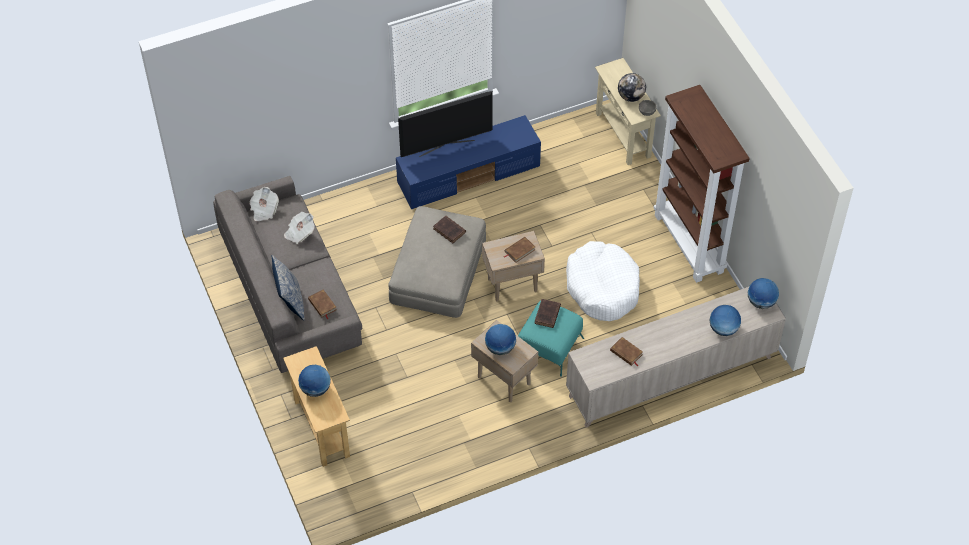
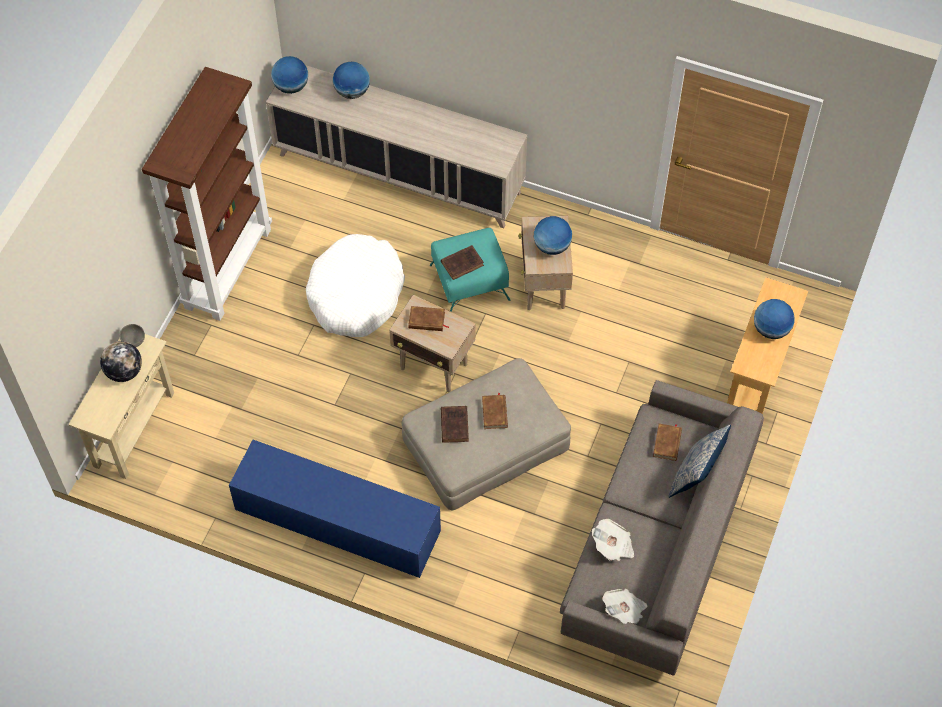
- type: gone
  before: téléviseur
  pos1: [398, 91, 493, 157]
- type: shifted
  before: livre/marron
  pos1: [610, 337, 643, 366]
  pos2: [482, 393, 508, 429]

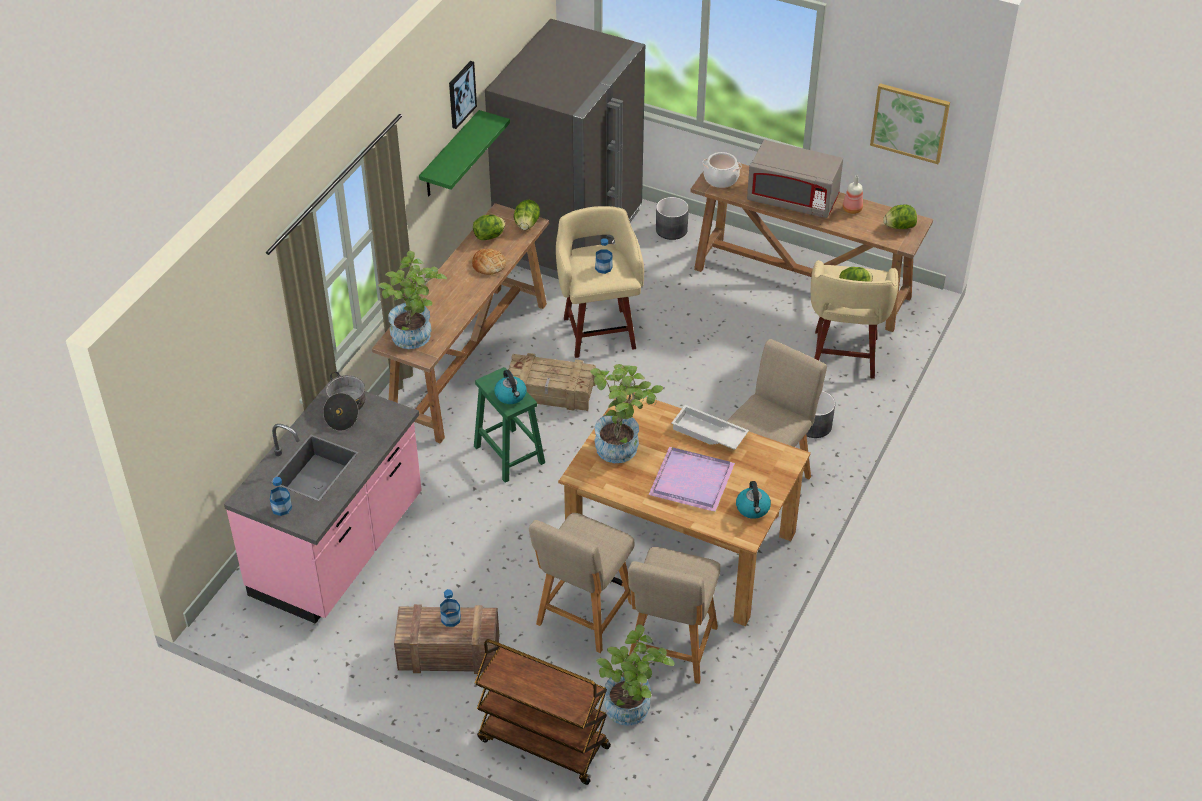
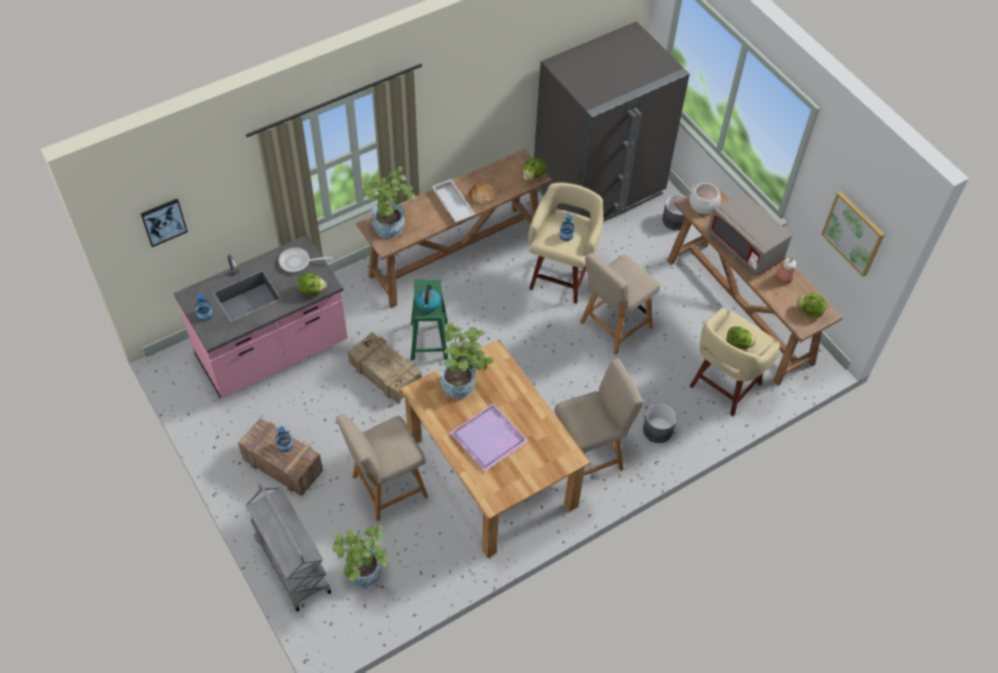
- type: shifted
  before: tableau
  pos1: [449, 61, 477, 129]
  pos2: [141, 199, 188, 247]
- type: gone
  before: étagère/vert
  pos1: [419, 110, 510, 196]
- type: shifted
  before: laitue
  pos1: [473, 215, 505, 240]
  pos2: [297, 273, 327, 295]
- type: shifted
  before: caisse
  pos1: [508, 353, 596, 411]
  pos2: [348, 332, 422, 404]
- type: swapped
  before: marmite
  after: poêle
  pos1: [323, 372, 365, 431]
  pos2: [279, 247, 333, 273]
- type: shifted
  before: plateau/blanc
  pos1: [671, 405, 749, 450]
  pos2: [432, 179, 475, 222]
- type: gone
  before: bouilloire
  pos1: [736, 481, 771, 519]
- type: shifted
  before: chaise/beige
  pos1: [628, 547, 720, 684]
  pos2: [580, 253, 660, 355]
- type: repainted
  before: chariot/marron
  after: chariot/gris
  pos1: [475, 639, 611, 785]
  pos2: [245, 482, 332, 612]

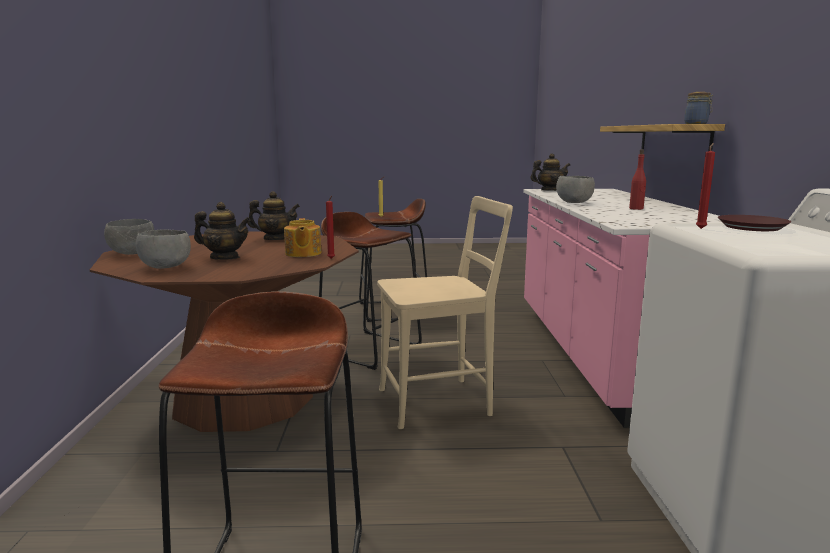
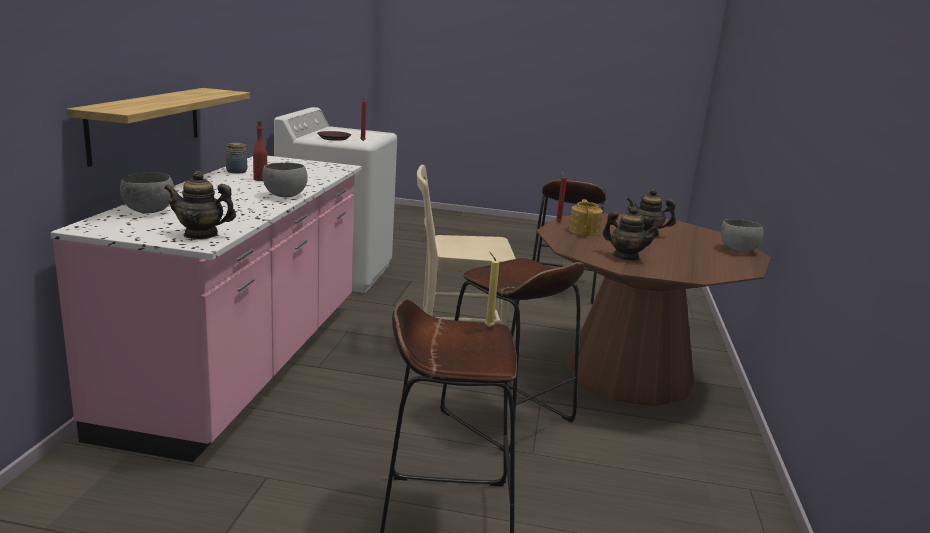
- type: shifted
  before: bocal
  pos1: [684, 92, 713, 124]
  pos2: [226, 143, 247, 173]
- type: rotated
  before: théière
  pos1: [247, 191, 300, 240]
  pos2: [603, 207, 659, 260]
  turn: -150
- type: shifted
  before: bol/gris
  pos1: [136, 229, 191, 269]
  pos2: [120, 173, 174, 213]

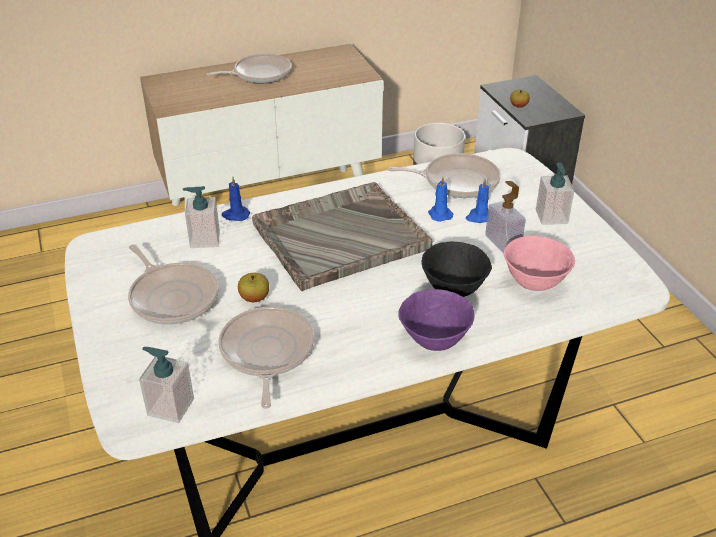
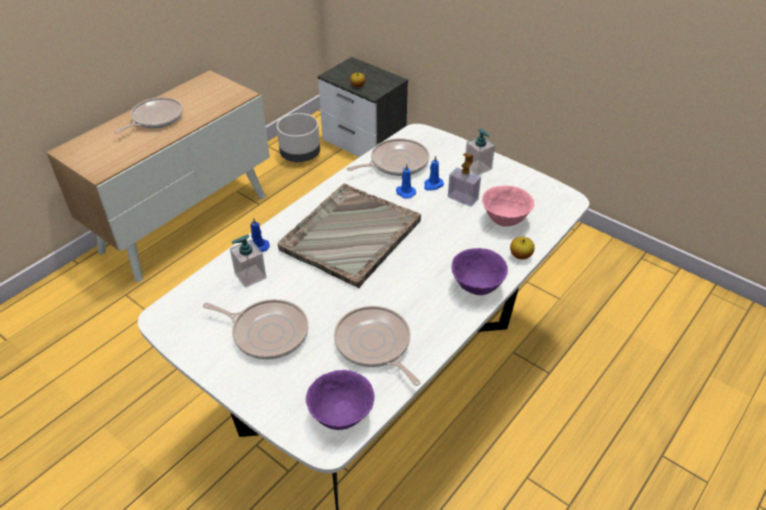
- type: gone
  before: bol/noir
  pos1: [421, 242, 492, 297]
- type: shifted
  before: pomme
  pos1: [238, 273, 269, 302]
  pos2: [510, 237, 535, 259]
- type: swapped
  before: distributeur de savon
  after: bol/violet
  pos1: [139, 347, 194, 423]
  pos2: [306, 370, 375, 430]

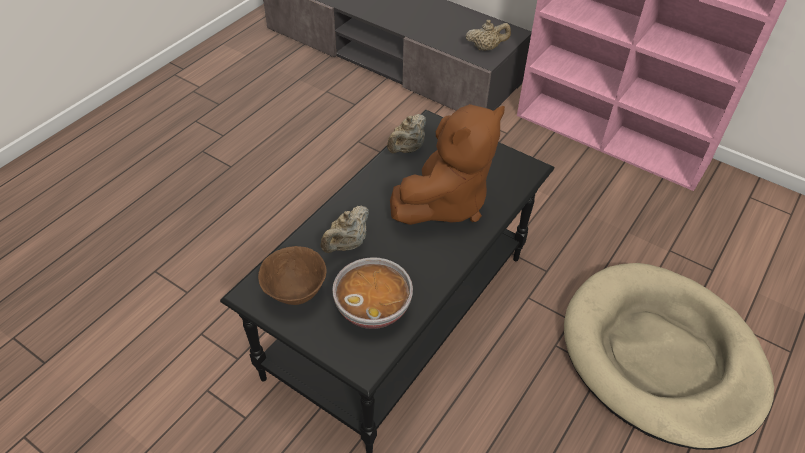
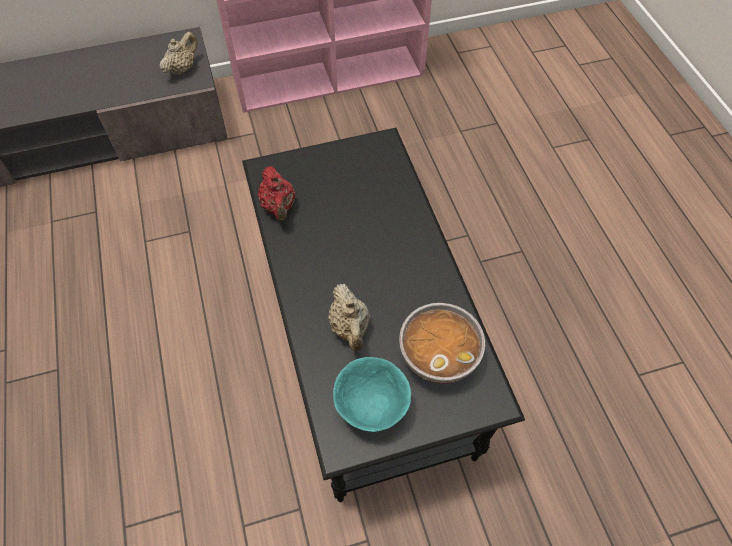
- type: gone
  before: peluche/marron
  pos1: [390, 104, 505, 225]
- type: repainted
  before: théière/beige
  after: théière/rouge
  pos1: [387, 114, 426, 154]
  pos2: [258, 166, 295, 221]
- type: repainted
  before: bol/marron
  after: bol/turquoise
  pos1: [258, 246, 326, 305]
  pos2: [333, 357, 411, 432]
- type: gone
  before: panier pour chien/beige
  pos1: [564, 263, 774, 450]

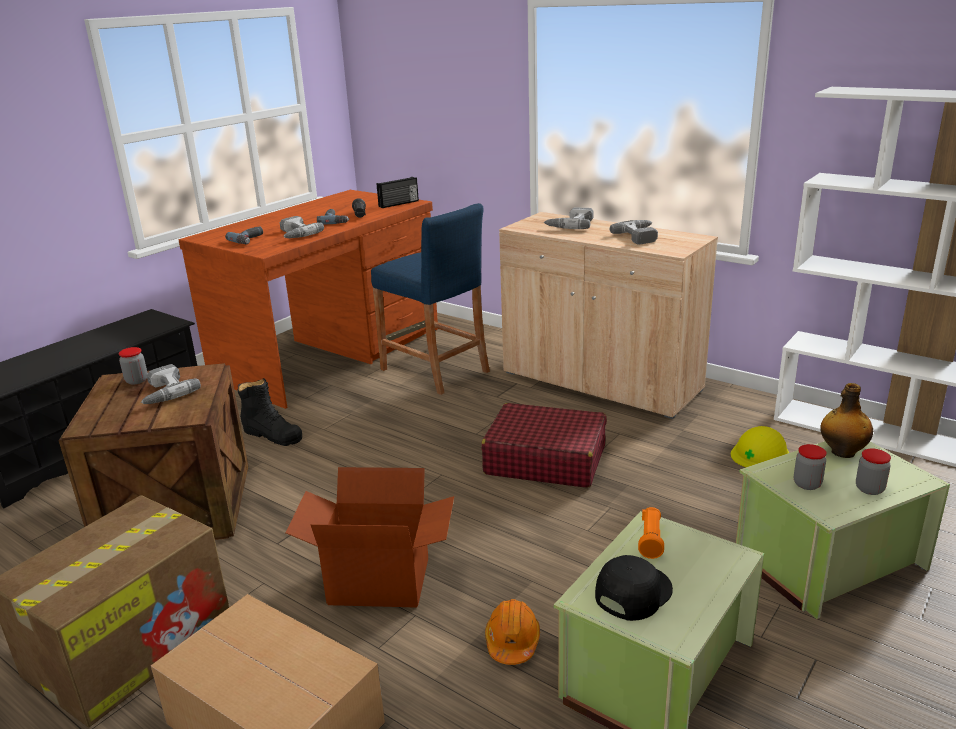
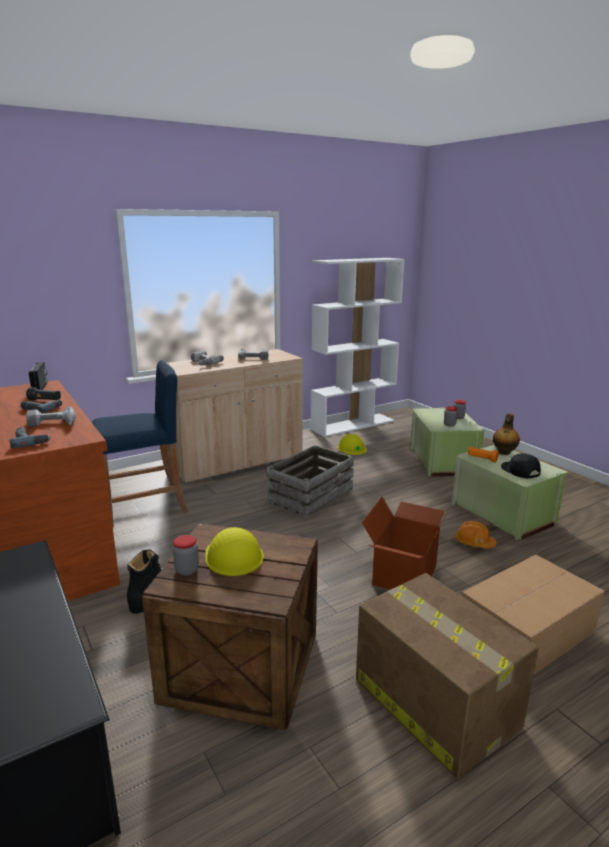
- type: swapped
  before: perceuse
  after: casque de chantier/jaune
  pos1: [141, 364, 201, 404]
  pos2: [205, 527, 264, 576]
- type: shifted
  before: bouteille
  pos1: [820, 383, 873, 458]
  pos2: [493, 413, 520, 455]
- type: swapped
  before: valise/rouge
  after: caisse
  pos1: [481, 403, 607, 488]
  pos2: [267, 445, 354, 520]

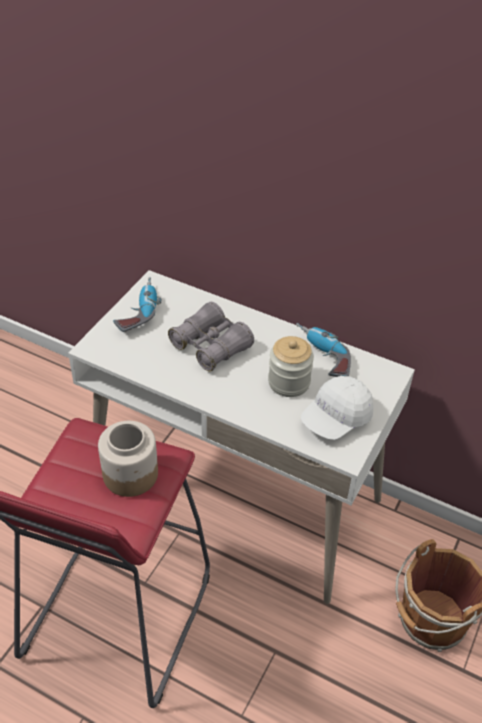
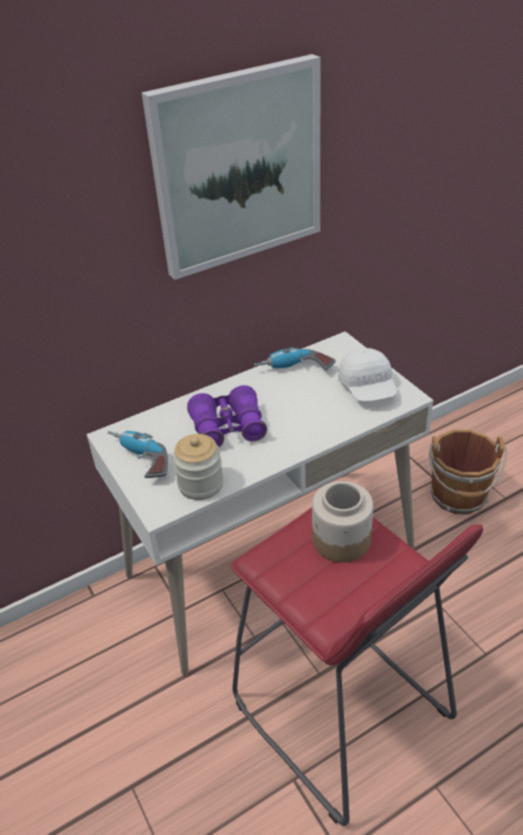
- type: repainted
  before: jumelles/gris
  after: jumelles/violet
  pos1: [168, 302, 254, 371]
  pos2: [187, 385, 267, 447]
- type: shifted
  before: bocal
  pos1: [268, 336, 314, 397]
  pos2: [173, 434, 223, 500]
- type: new
  after: tableau
  pos2: [142, 54, 320, 280]

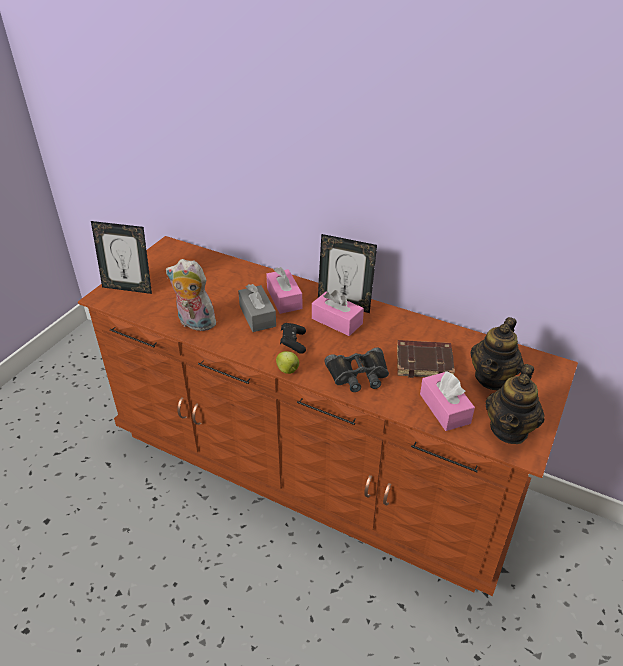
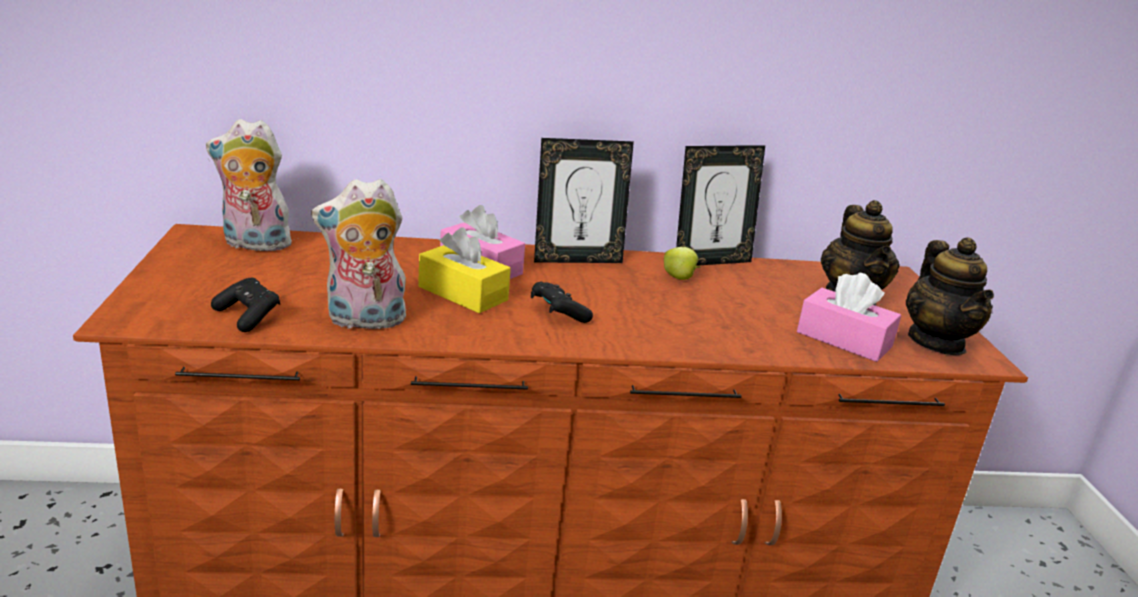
- type: shifted
  before: cadre photo
  pos1: [91, 221, 152, 294]
  pos2: [676, 145, 765, 266]
- type: repainted
  before: boîte à mouchoirs/gris
  after: boîte à mouchoirs/jaune
  pos1: [238, 284, 276, 332]
  pos2: [418, 228, 511, 313]
- type: gone
  before: boîte à mouchoirs/rose
  pos1: [312, 290, 364, 336]
- type: gone
  before: livre/marron
  pos1: [397, 340, 455, 378]
- type: gone
  before: jumelles/noir
  pos1: [324, 347, 389, 392]
- type: shifted
  before: pomme
  pos1: [276, 351, 299, 374]
  pos2: [664, 247, 701, 280]
- type: new
  after: peluche
  pos2: [206, 119, 292, 251]
- type: new
  after: manette/noir
  pos2: [211, 278, 280, 332]

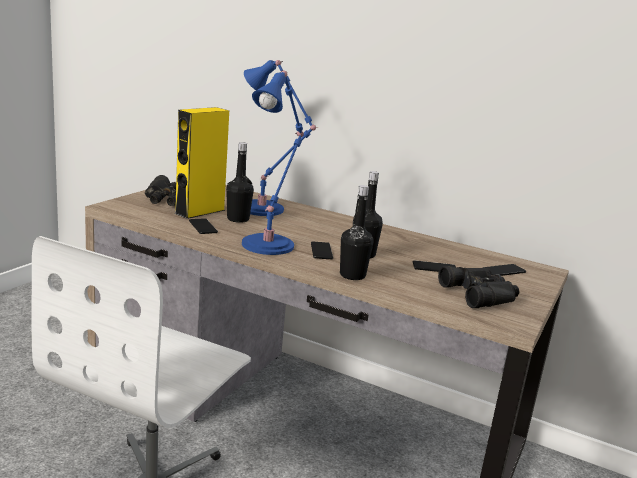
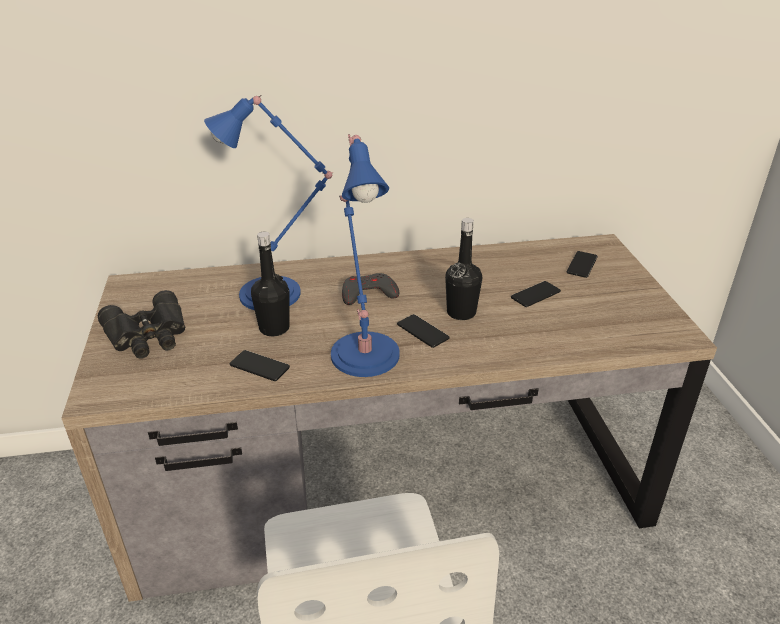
- type: gone
  before: enceinte/jaune
  pos1: [174, 107, 229, 219]
- type: gone
  before: bouteille/noir
  pos1: [340, 185, 373, 280]
- type: gone
  before: jumelles/noir
  pos1: [438, 266, 519, 308]
- type: new
  after: manette/gris
  pos2: [342, 273, 399, 305]

